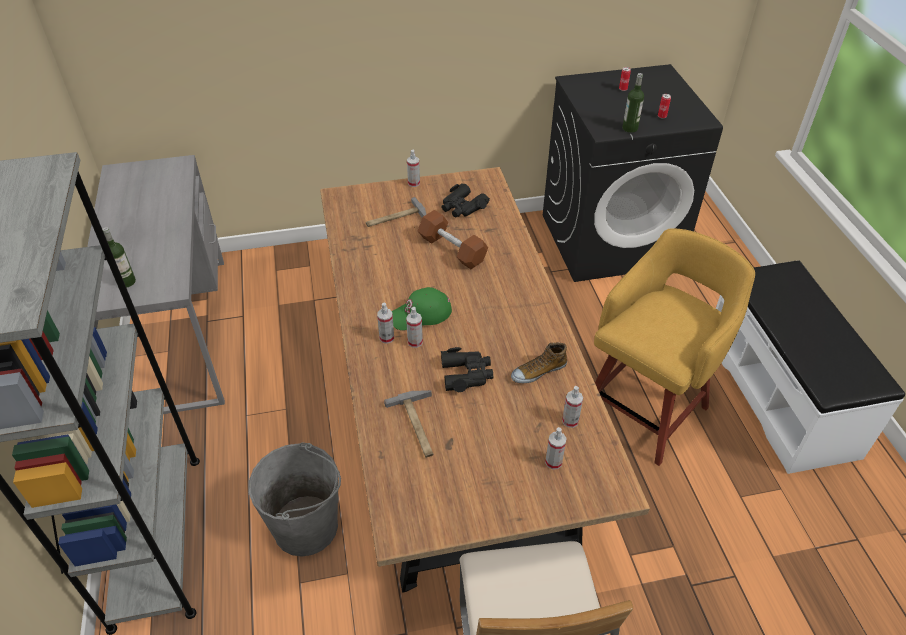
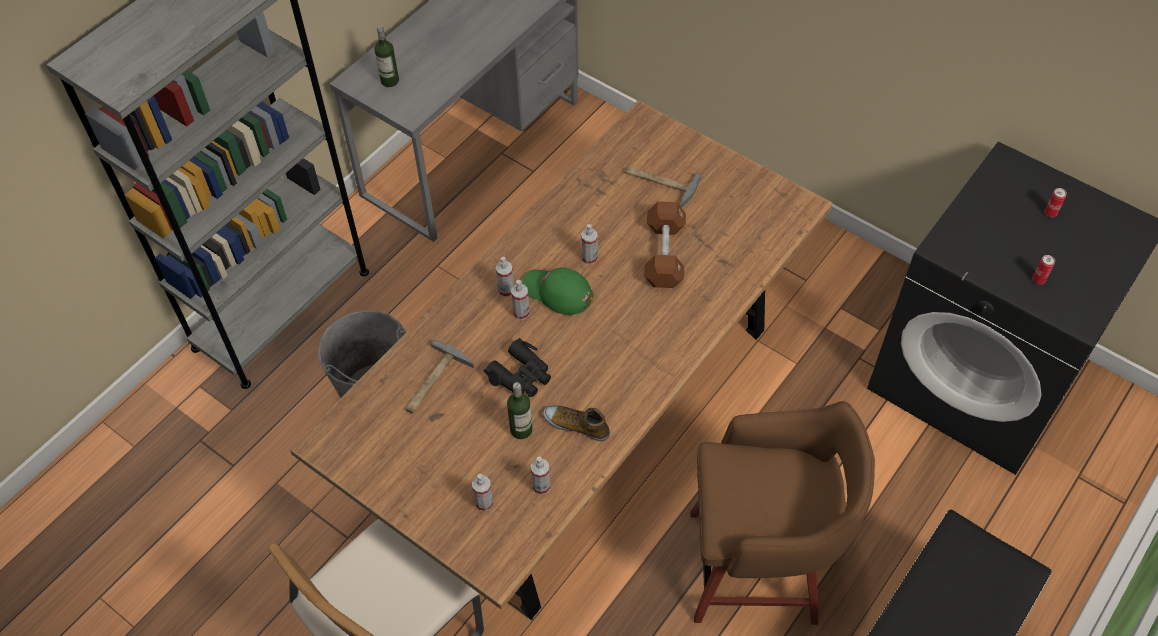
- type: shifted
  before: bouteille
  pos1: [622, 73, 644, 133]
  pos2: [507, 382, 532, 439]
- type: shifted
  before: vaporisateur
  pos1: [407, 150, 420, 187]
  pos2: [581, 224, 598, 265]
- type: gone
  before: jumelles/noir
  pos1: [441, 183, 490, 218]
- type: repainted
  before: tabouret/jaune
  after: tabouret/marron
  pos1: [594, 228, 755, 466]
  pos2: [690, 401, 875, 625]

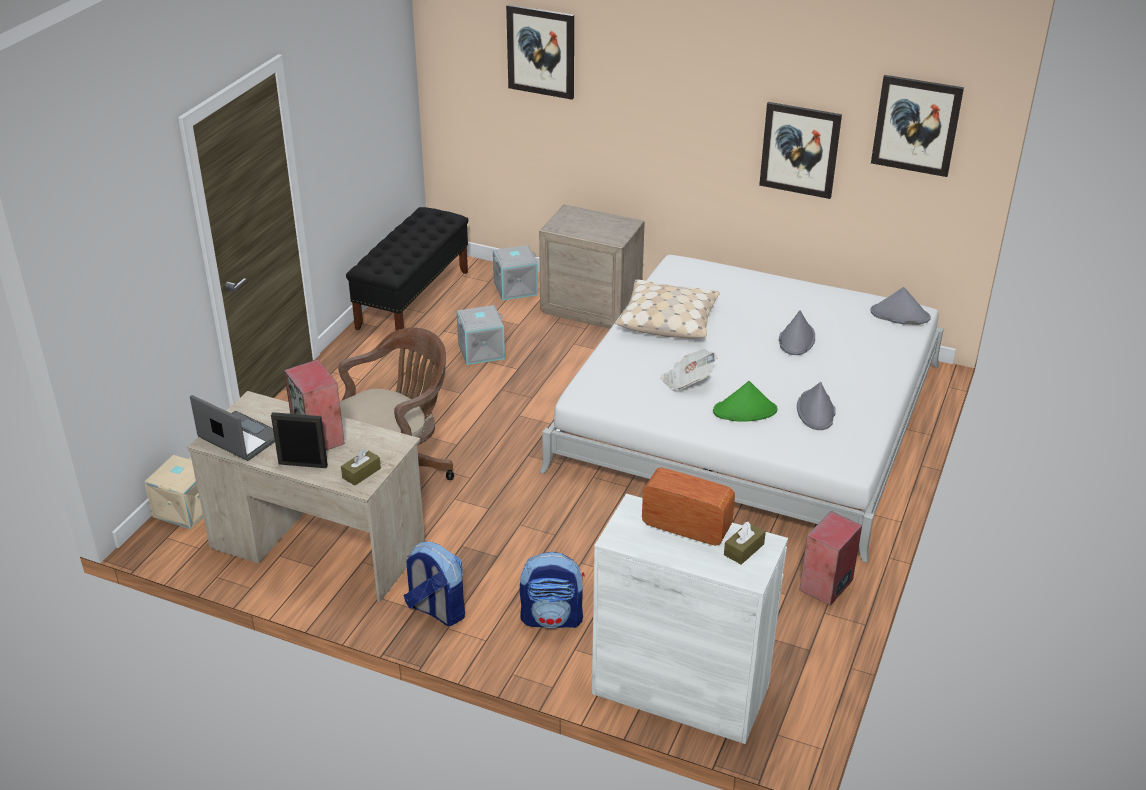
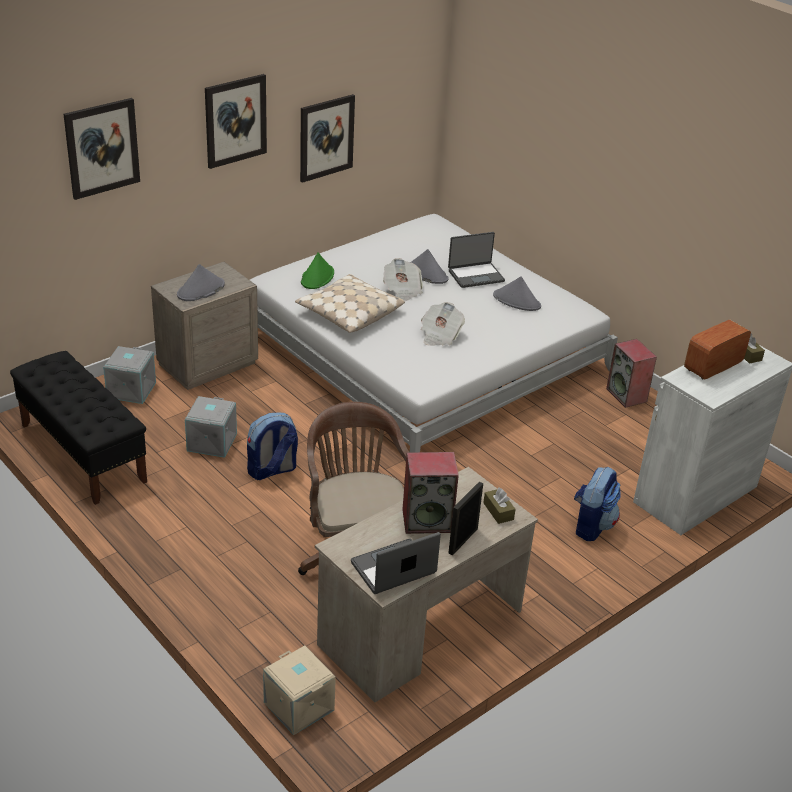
- type: shifted
  before: tableau
  pos1: [871, 75, 964, 177]
  pos2: [205, 74, 267, 169]
- type: shifted
  before: chapeau/gris
  pos1: [870, 287, 931, 325]
  pos2: [177, 264, 225, 301]
- type: shifted
  before: chapeau/vert
  pos1: [713, 381, 777, 422]
  pos2: [301, 252, 334, 289]
- type: shifted
  before: sac à dos
  pos1: [404, 542, 465, 626]
  pos2: [247, 412, 298, 480]
- type: new
  after: ordinateur portable
  pos2: [448, 232, 505, 288]
- type: new
  after: journal
  pos2: [383, 258, 423, 301]

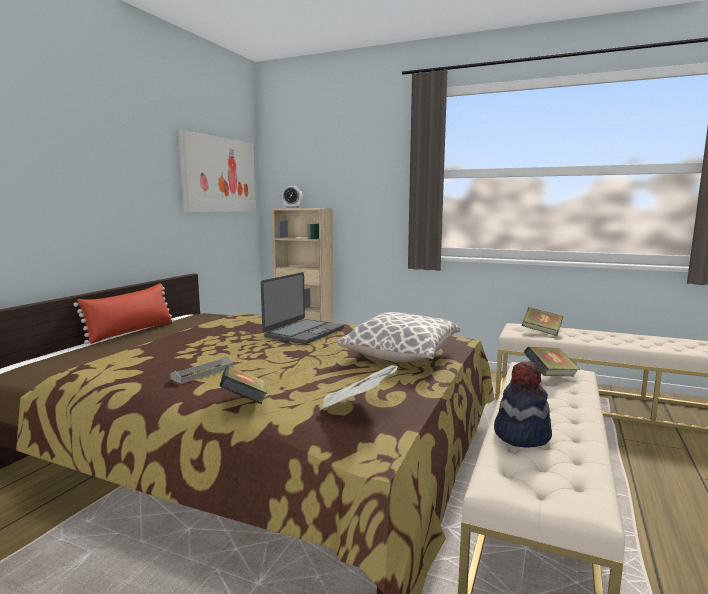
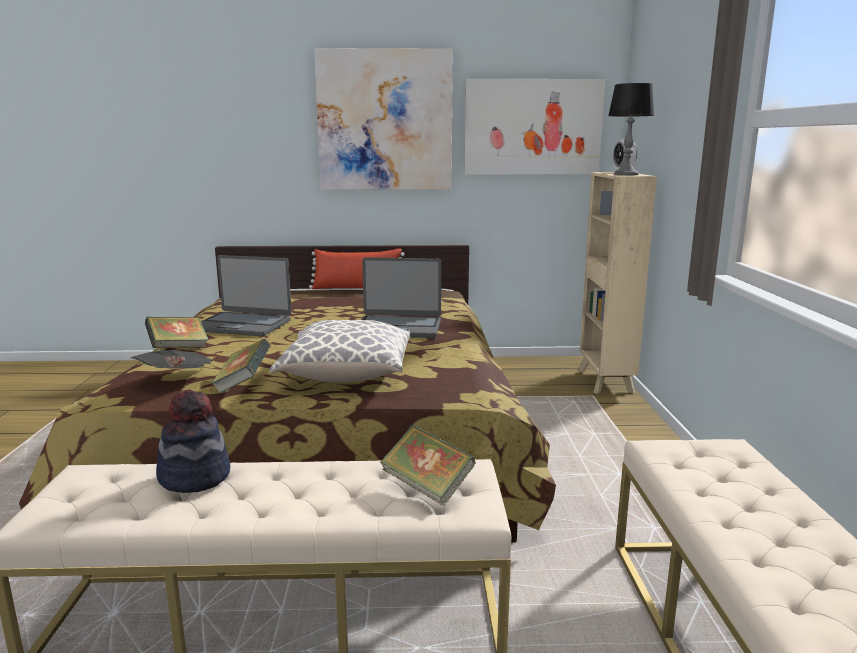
- type: shifted
  before: livre
  pos1: [522, 307, 563, 336]
  pos2: [211, 339, 271, 394]
- type: swapped
  before: plateau/gris
  after: ordinateur portable
  pos1: [170, 356, 233, 384]
  pos2: [201, 255, 292, 336]
- type: new
  after: tableau
  pos2: [314, 48, 453, 190]
- type: new
  after: lampe de table
  pos2: [608, 83, 654, 175]

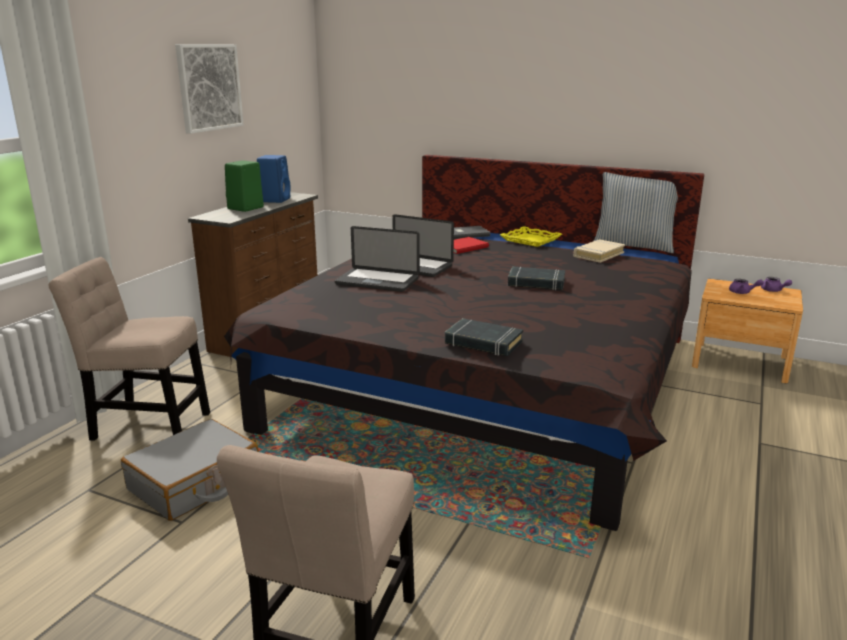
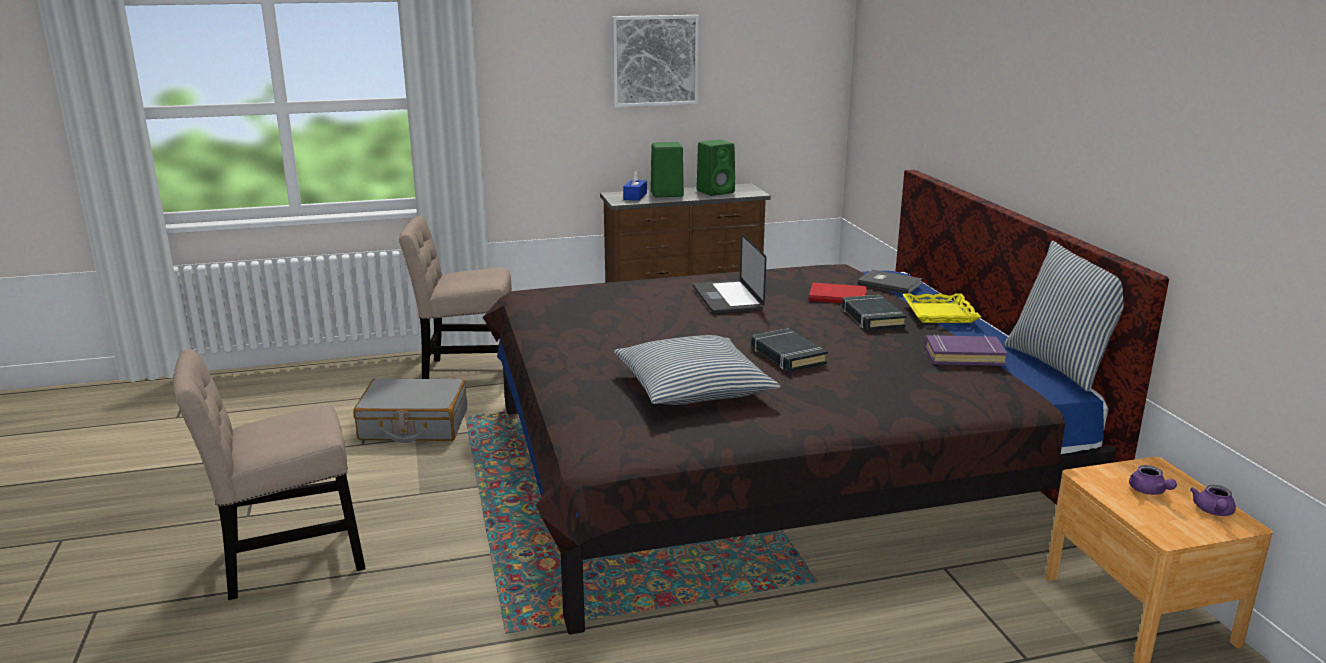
- type: repainted
  before: enceinte/bleu
  after: enceinte/vert
  pos1: [257, 155, 291, 203]
  pos2: [696, 139, 735, 196]
- type: gone
  before: ordinateur portable
  pos1: [334, 226, 420, 292]
- type: repainted
  before: livre/beige
  after: livre/violet
  pos1: [574, 239, 625, 263]
  pos2: [925, 334, 1008, 366]
- type: rotated
  before: chaise/beige
  pos1: [49, 257, 210, 441]
  pos2: [399, 216, 512, 379]
  turn: -60
- type: shifted
  before: livre/noir
  pos1: [445, 318, 523, 356]
  pos2: [842, 295, 907, 330]
- type: new
  after: boîte à mouchoirs/bleu
  pos2: [623, 170, 647, 201]
- type: new
  after: coussin
  pos2: [614, 335, 780, 405]

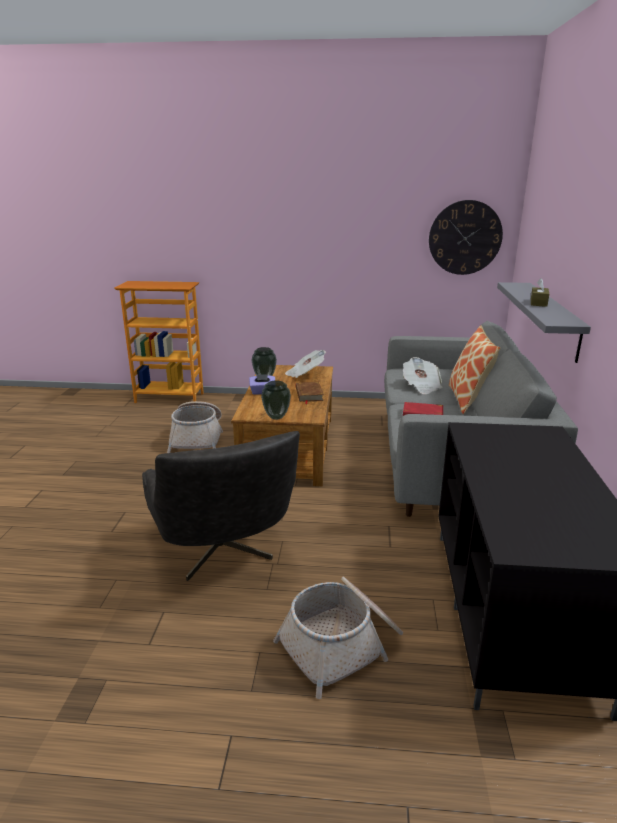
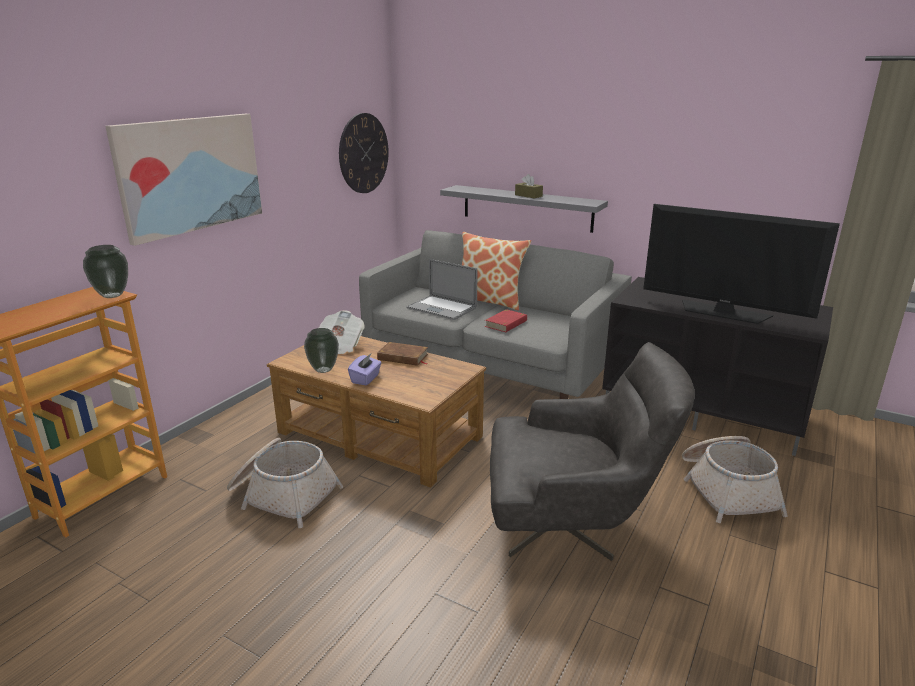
- type: swapped
  before: journal
  after: ordinateur portable
  pos1: [403, 357, 442, 394]
  pos2: [407, 259, 478, 320]
- type: shifted
  before: vase
  pos1: [261, 380, 291, 420]
  pos2: [83, 245, 128, 298]
- type: new
  after: tableau
  pos2: [105, 114, 262, 246]
- type: new
  after: téléviseur
  pos2: [643, 204, 840, 324]

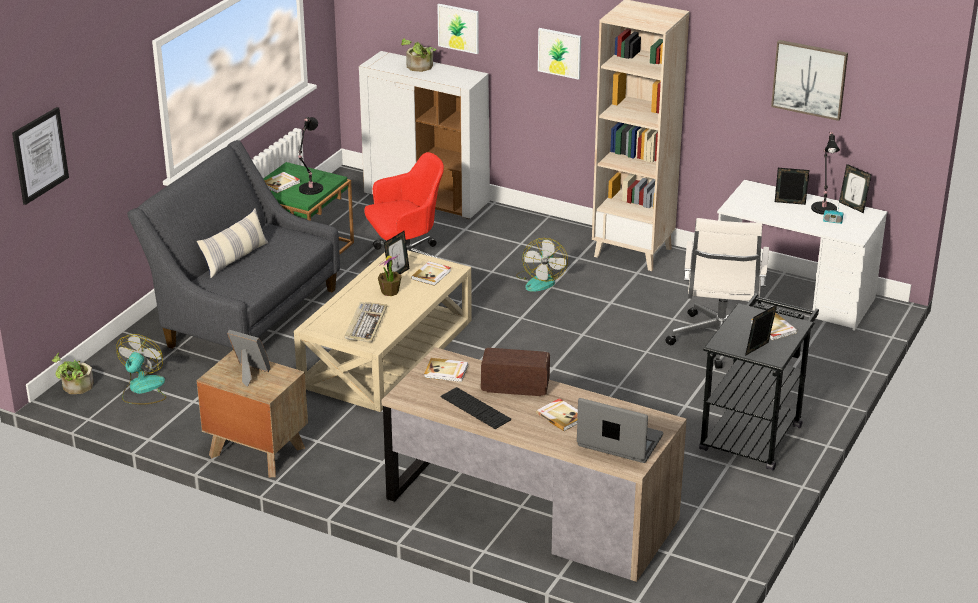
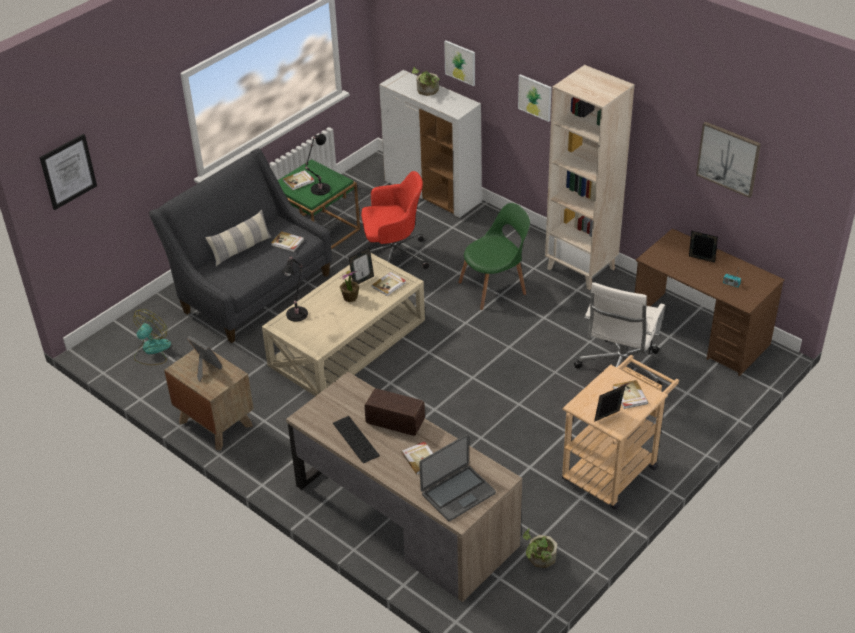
- type: shifted
  before: lampe de table/noir
  pos1: [811, 131, 840, 215]
  pos2: [282, 257, 308, 322]
- type: gone
  before: cadre photo
  pos1: [839, 164, 872, 213]
- type: repainted
  before: bureau/blanc
  after: bureau/marron
  pos1: [717, 180, 887, 331]
  pos2: [635, 228, 785, 376]
- type: swapped
  before: ventilateur
  after: chaise/vert
  pos1: [516, 238, 568, 292]
  pos2: [458, 203, 530, 310]
- type: repainted
  before: chariot/noir
  after: chariot/beige
  pos1: [699, 293, 819, 471]
  pos2: [562, 355, 679, 510]
- type: gone
  before: clavier
  pos1: [345, 302, 387, 342]
- type: shifted
  before: plante en pot
  pos1: [52, 353, 93, 394]
  pos2: [523, 528, 557, 568]
- type: shifted
  before: livre
  pos1: [424, 358, 468, 382]
  pos2: [271, 231, 304, 252]
- type: rotated
  before: ordinateur portable
  pos1: [577, 398, 663, 463]
  pos2: [419, 434, 496, 521]
  turn: 105

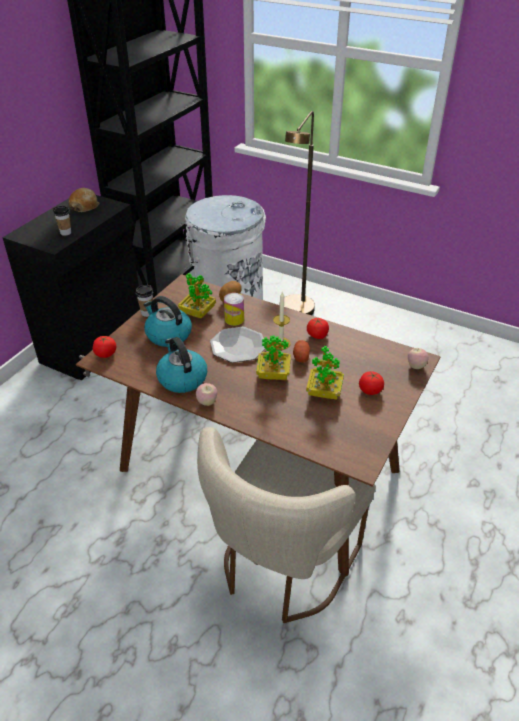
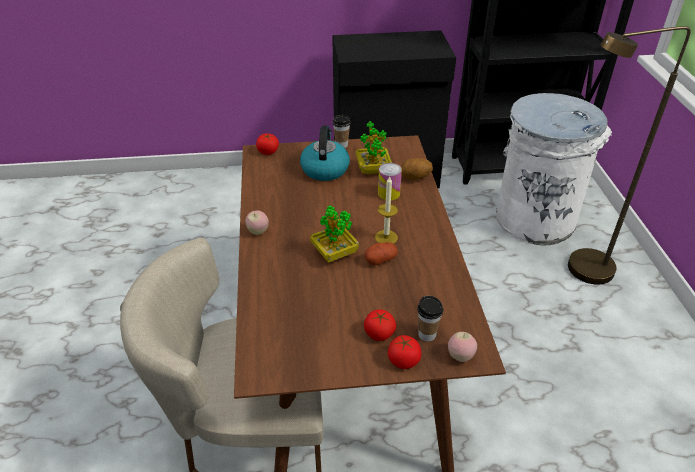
- type: gone
  before: pain
  pos1: [69, 187, 99, 212]
- type: shifted
  before: tasse
  pos1: [53, 206, 71, 236]
  pos2: [417, 296, 443, 342]
- type: shifted
  before: tomate
  pos1: [307, 318, 329, 339]
  pos2: [388, 335, 421, 369]
- type: gone
  before: assiette
  pos1: [210, 327, 265, 363]
- type: gone
  before: bouilloire
  pos1: [156, 337, 207, 393]
- type: gone
  before: plante en pot
  pos1: [306, 346, 344, 399]

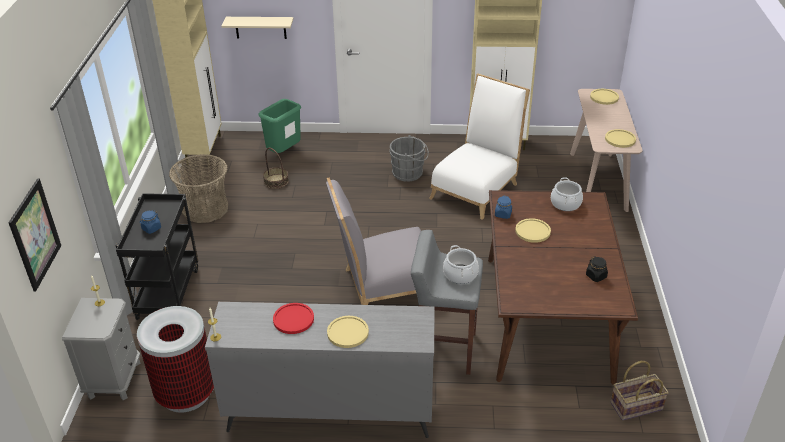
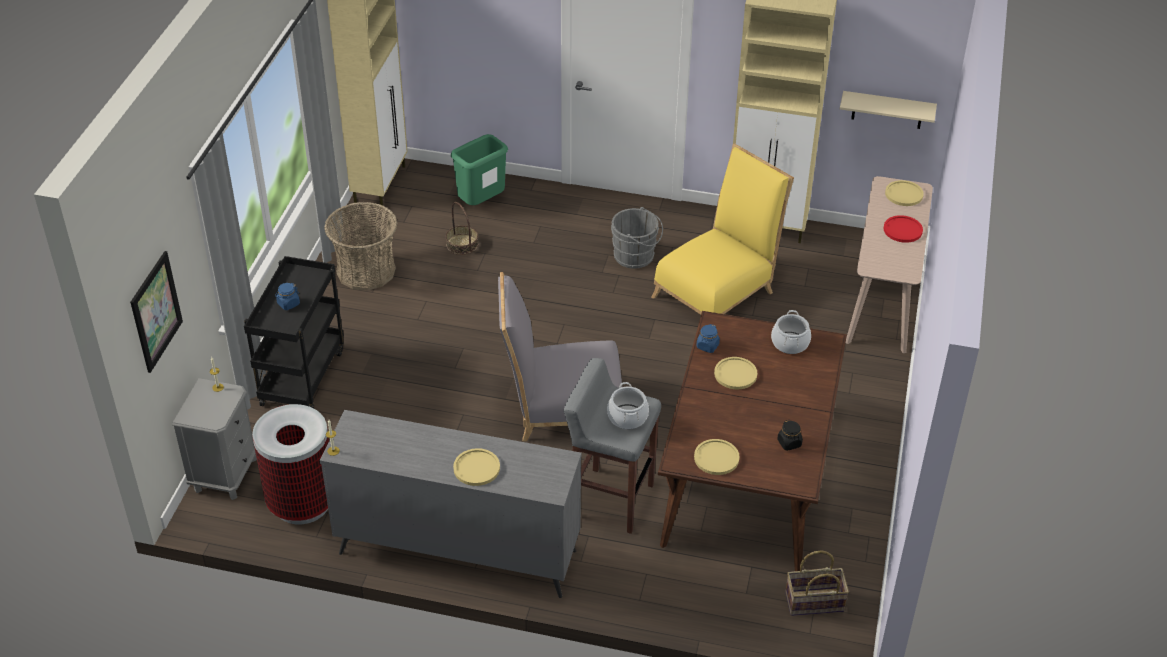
- type: shifted
  before: étagère/beige
  pos1: [222, 17, 294, 39]
  pos2: [840, 91, 937, 129]
- type: repainted
  before: chaise/blanc
  after: chaise/jaune
  pos1: [429, 73, 530, 220]
  pos2: [651, 143, 794, 315]
- type: shifted
  before: assiette/jaune
  pos1: [605, 129, 636, 148]
  pos2: [694, 439, 740, 475]
- type: shifted
  before: assiette/rouge
  pos1: [273, 303, 314, 334]
  pos2: [884, 215, 923, 243]

